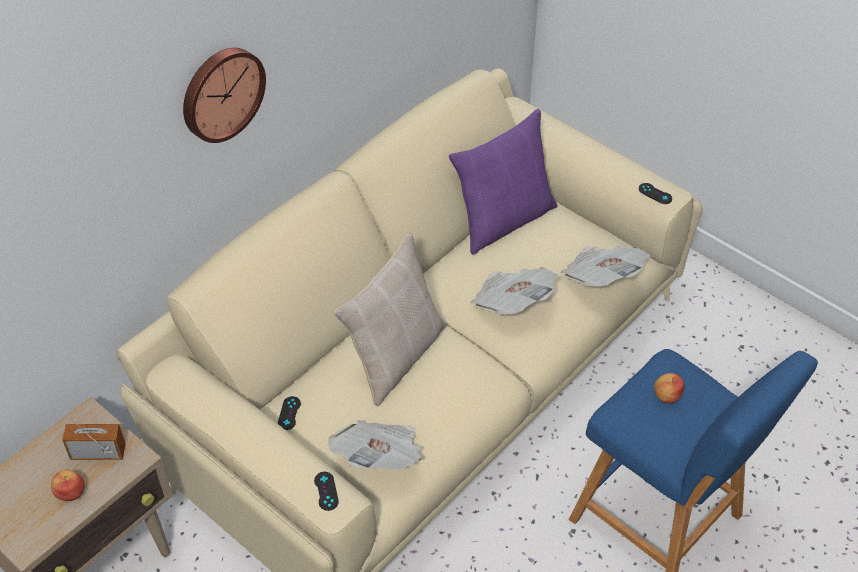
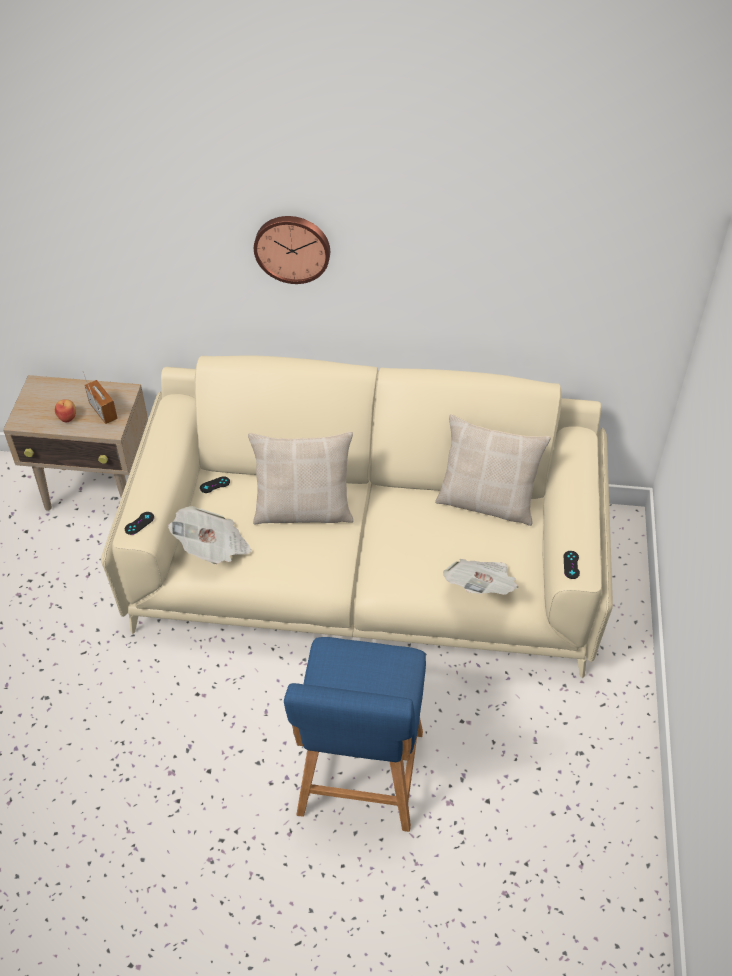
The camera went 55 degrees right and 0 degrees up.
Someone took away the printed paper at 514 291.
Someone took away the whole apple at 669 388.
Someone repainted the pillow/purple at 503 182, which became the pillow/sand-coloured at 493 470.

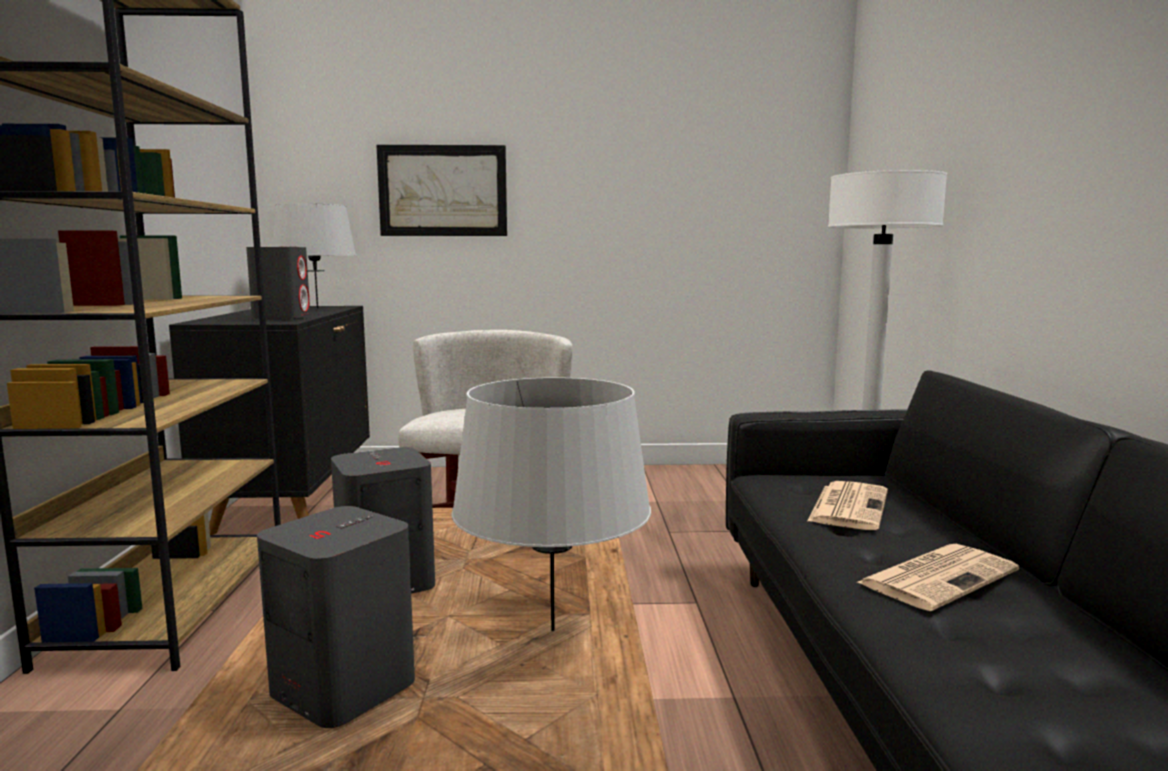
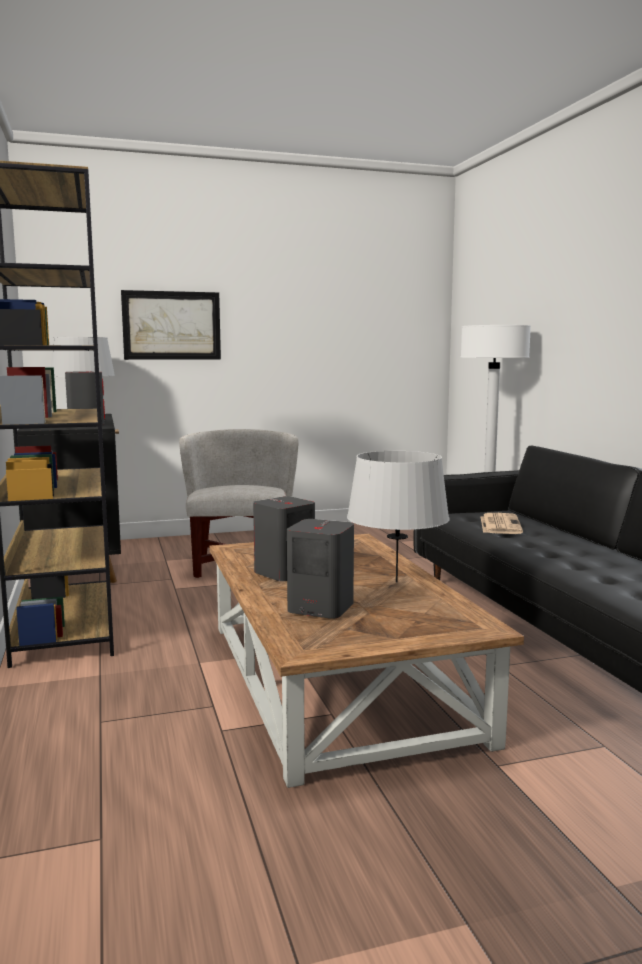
The camera went 15 degrees left and 0 degrees up.
Someone took away the printed paper at 937 577.

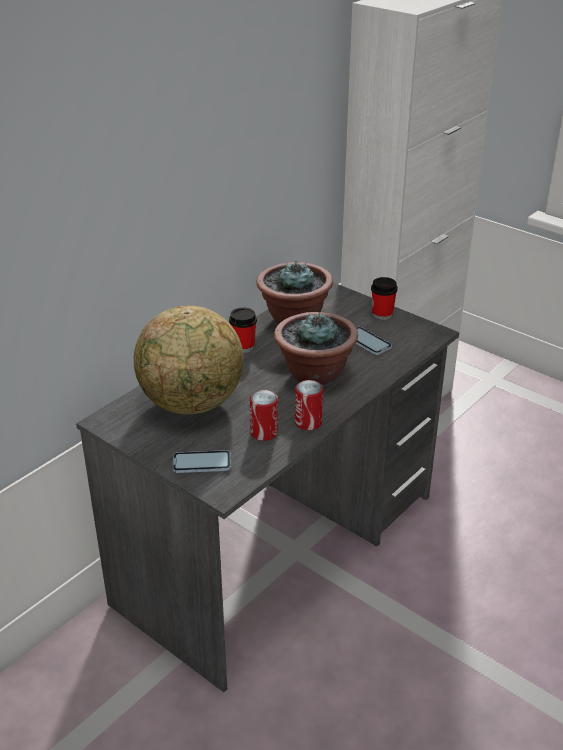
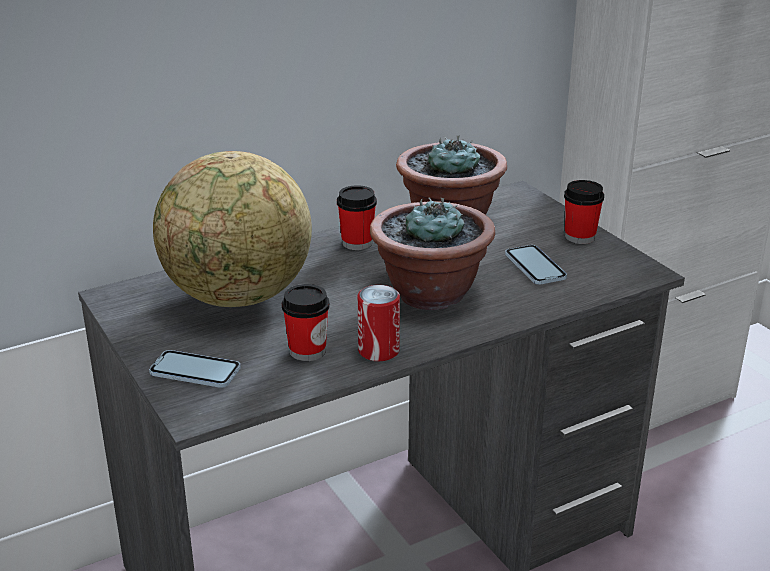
The camera went 20 degrees right and 5 degrees down.
Someone swapped the sealed can at 264 415 for the cup at 306 322.

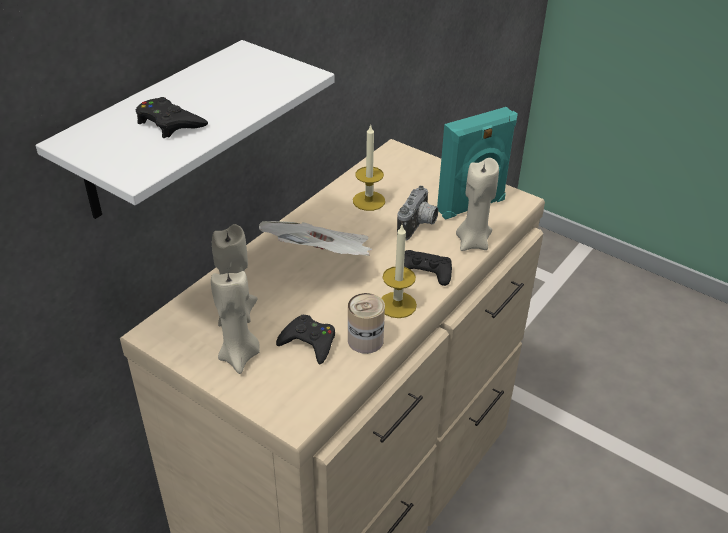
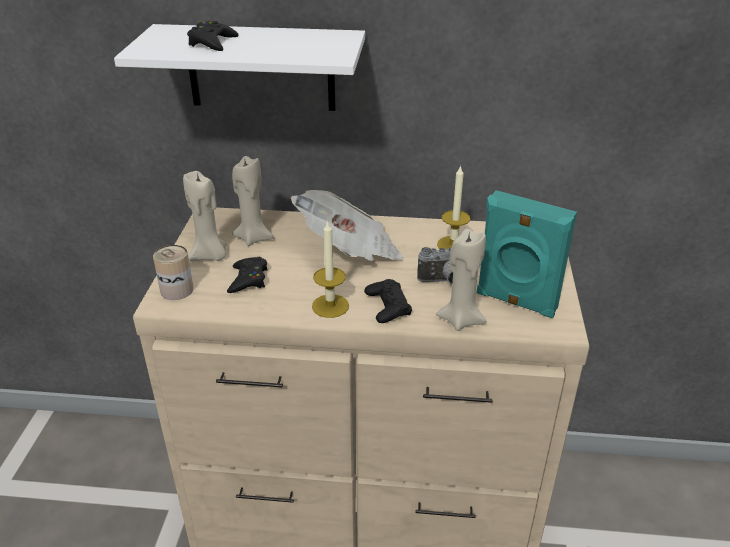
The camera went 60 degrees right and 5 degrees down.
Someone carried the sealed can from 366 323 to 173 272.

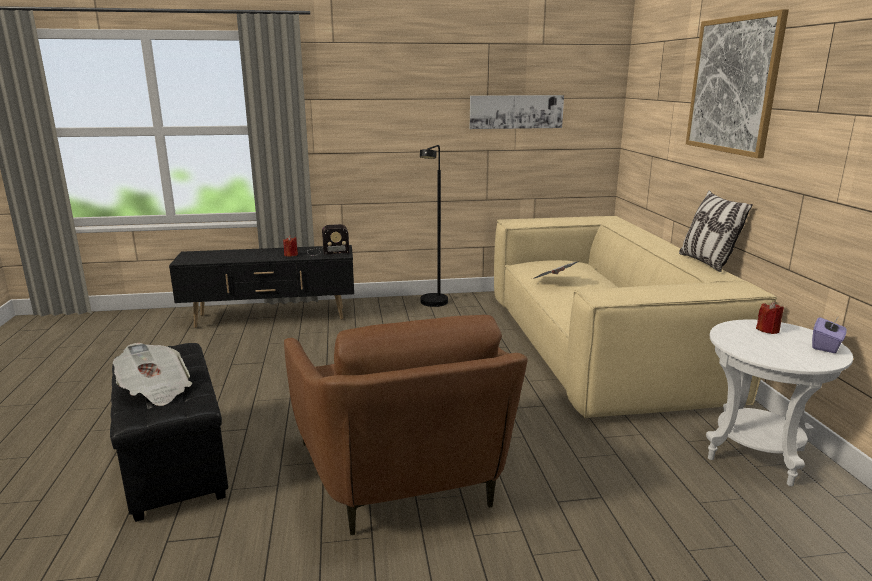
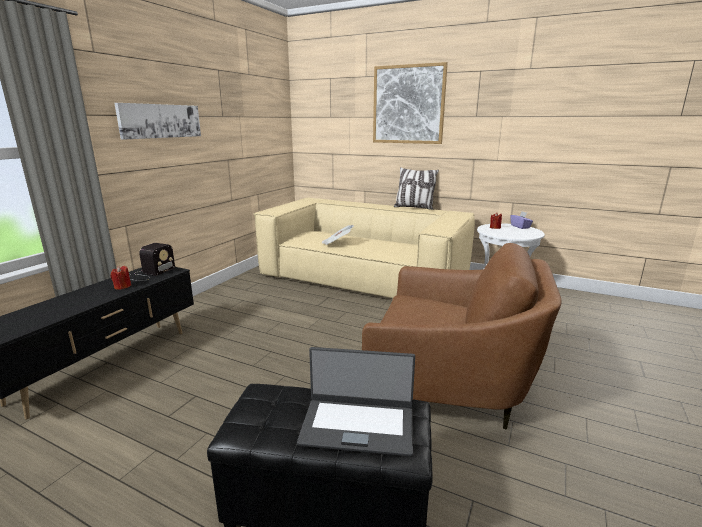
The camera went 55 degrees left and 0 degrees up.
Someone took away the standard lamp/blackish at 434 226.
Someone carried the picture from 517 112 to 157 121.
Someone swapped the printed paper at 152 374 for the laptop at 356 402.

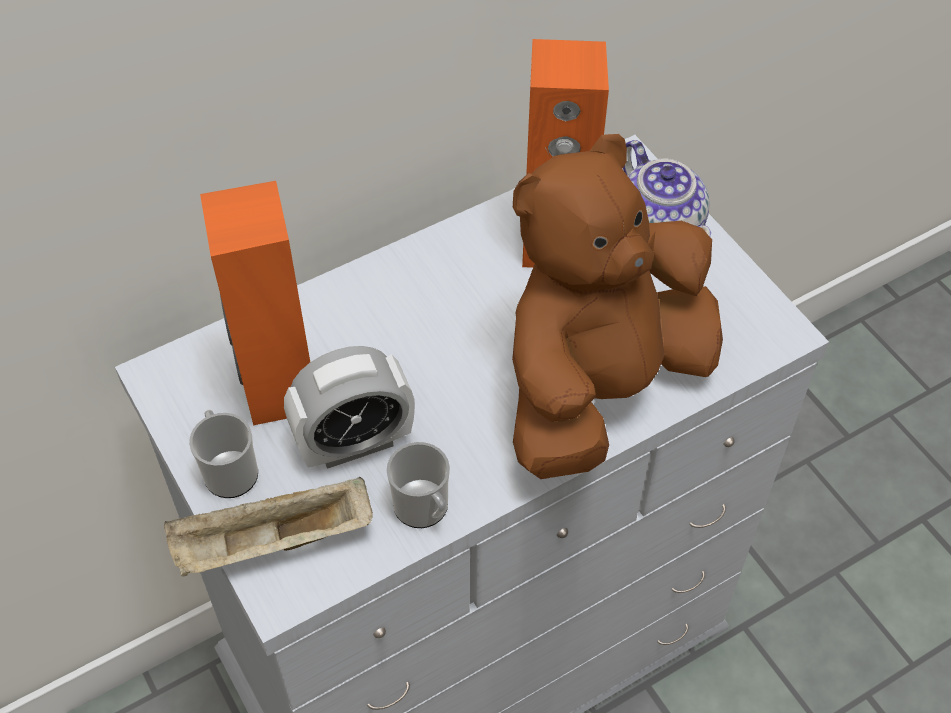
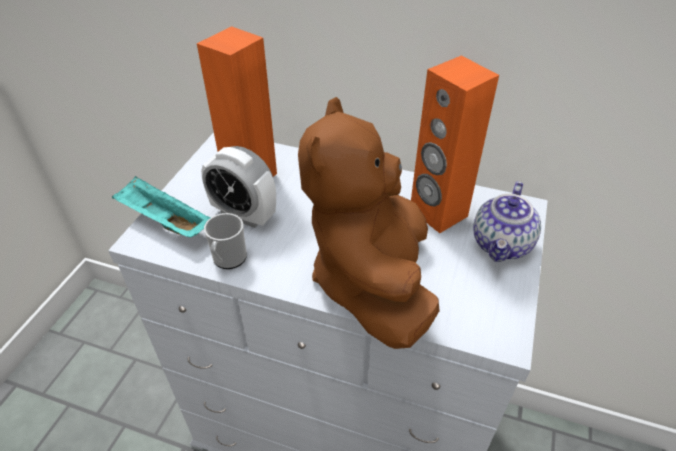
The camera went 50 degrees right and 10 degrees down.
Someone took away the coffee mug at 223 454.
Someone repainted the serving tray/sand-coloured at 268 526, which became the serving tray/turquoise at 161 206.
Someone rotated the plush toy/brownish at 617 306 by 90 degrees counterclockwise.

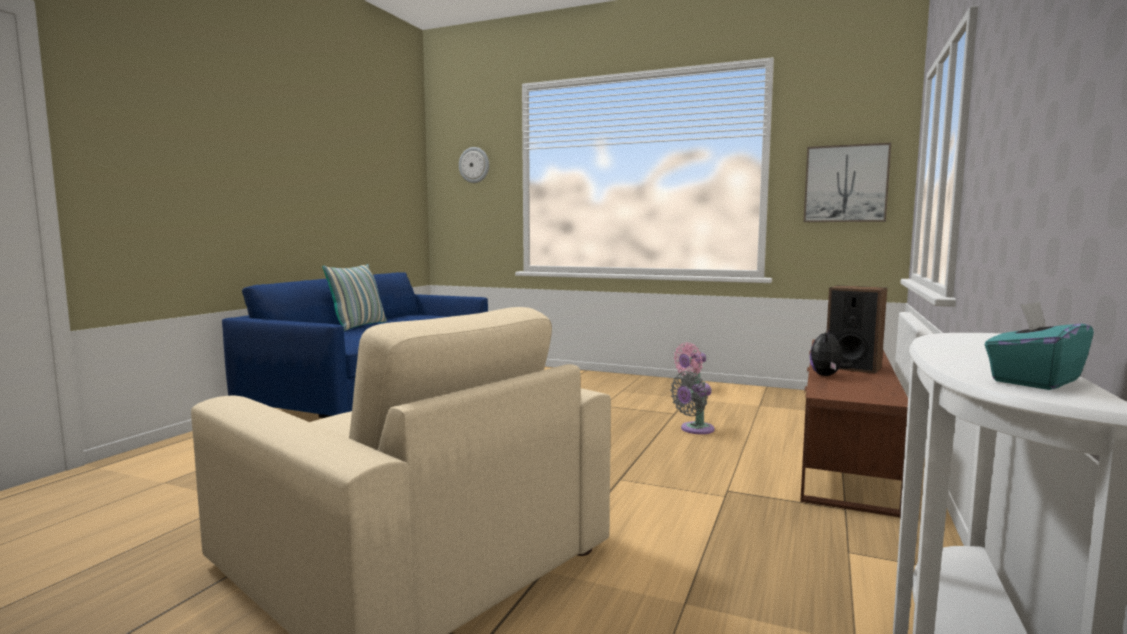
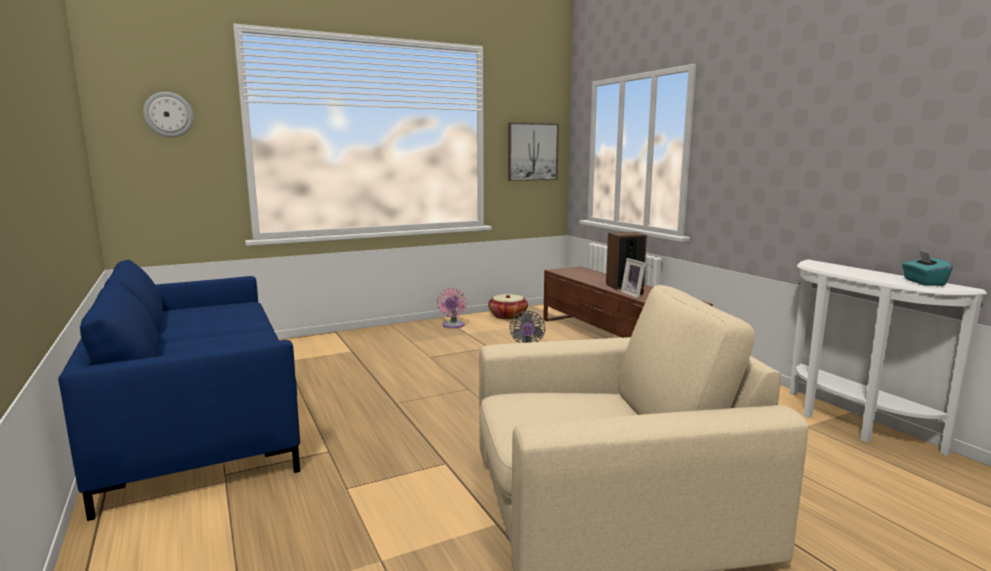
The camera went 50 degrees left and 5 degrees up.
Someone took away the pillow at 355 297.
Someone put down the basket at 508 307.
Someone swapped the plush toy at 832 353 for the photo frame at 633 278.

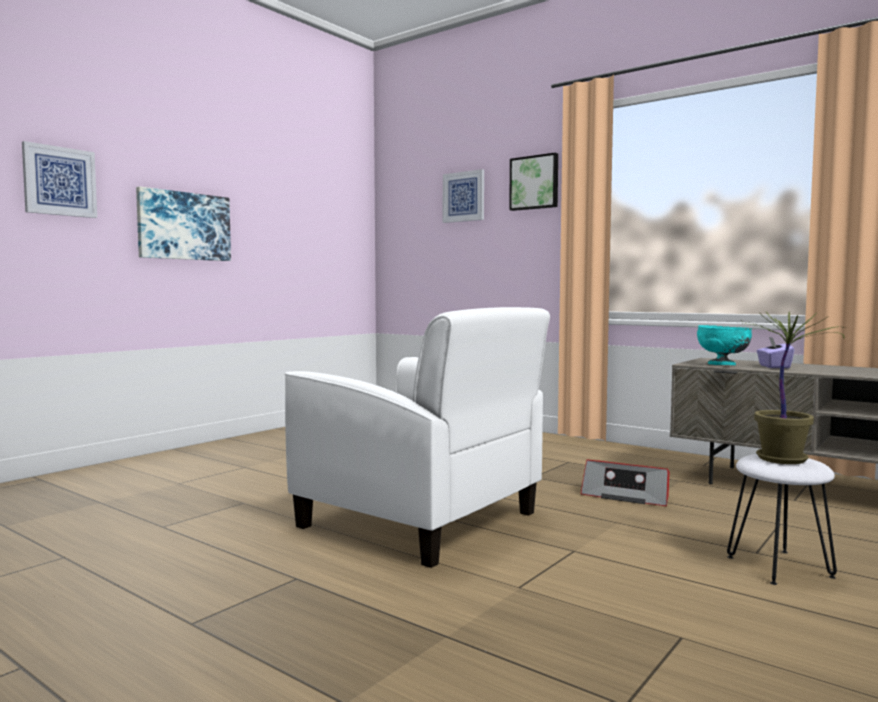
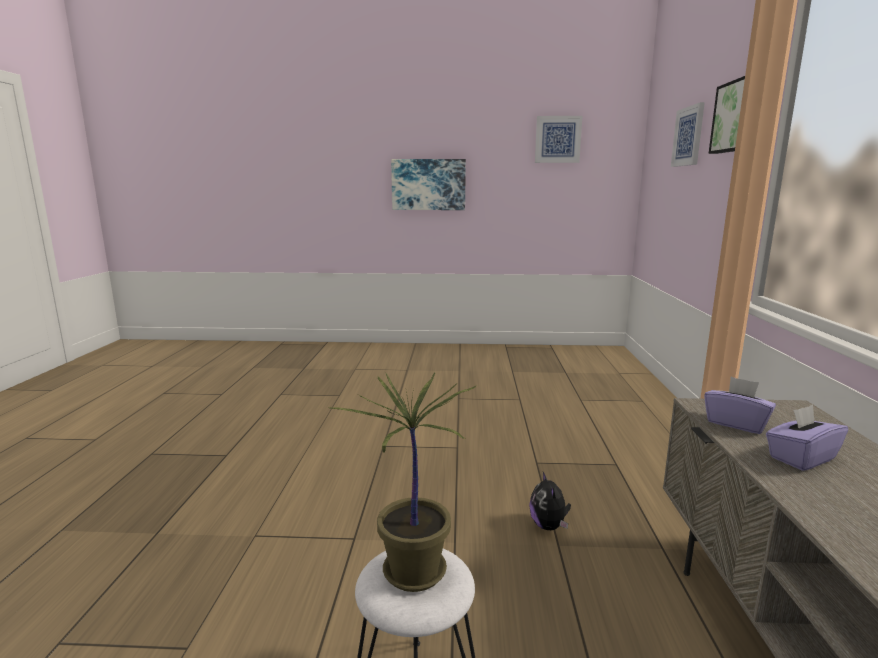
The camera went 55 degrees right and 10 degrees up.
Someone took away the lounge chair/whitish at 417 437.
Someone carried the picture from 59 179 to 558 139.
Someone swapped the radio receiver at 625 483 for the plush toy at 550 501.
Someone swapped the deep dish/turquoise at 724 345 for the box of tissues/purple at 740 405.

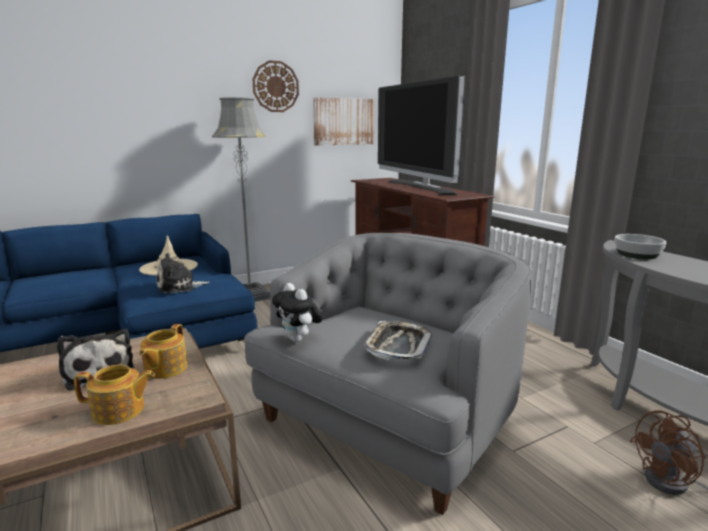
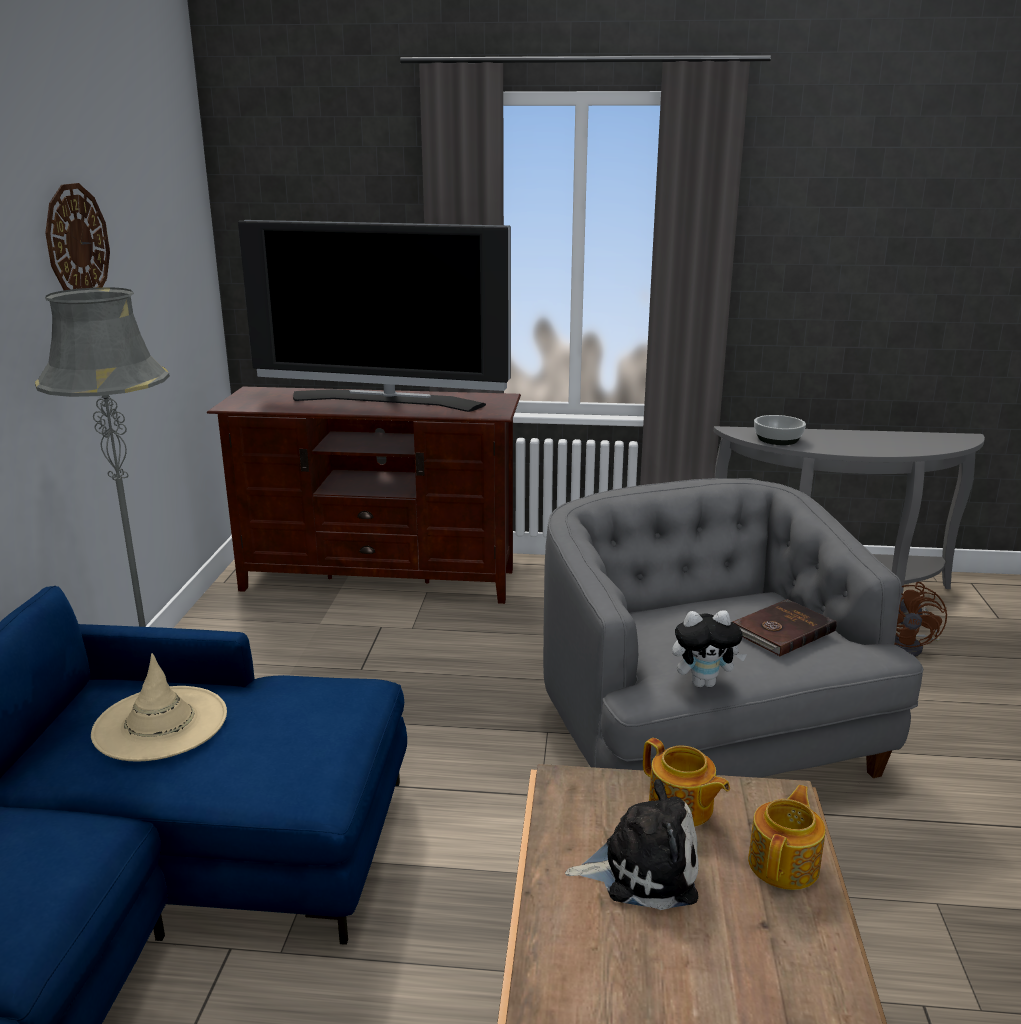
The camera went 55 degrees left and 5 degrees up.
Someone took away the plush toy at 183 273.
Someone took away the picture at 344 121.
Someone swapped the serving tray at 398 340 for the bound book/brownish at 784 627.

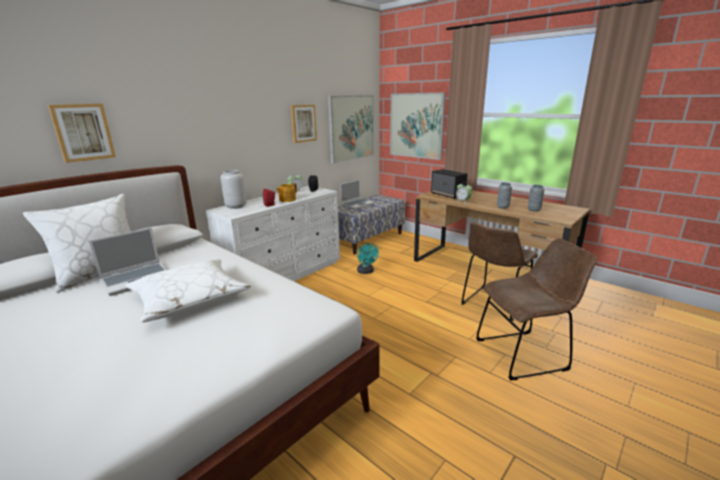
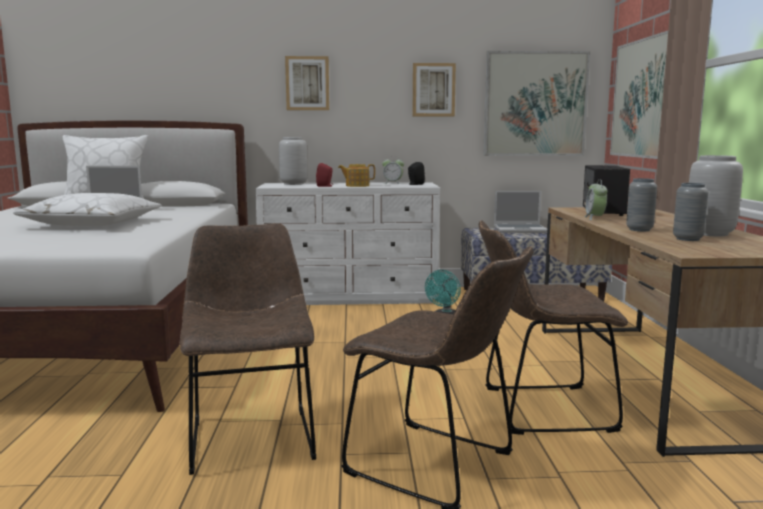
The camera went 45 degrees right and 10 degrees down.
Someone put down the plain chair/brownish at 248 349.
Someone put down the vase/greyish at 716 195.
Someone carried the picture from 82 133 to 307 83.

